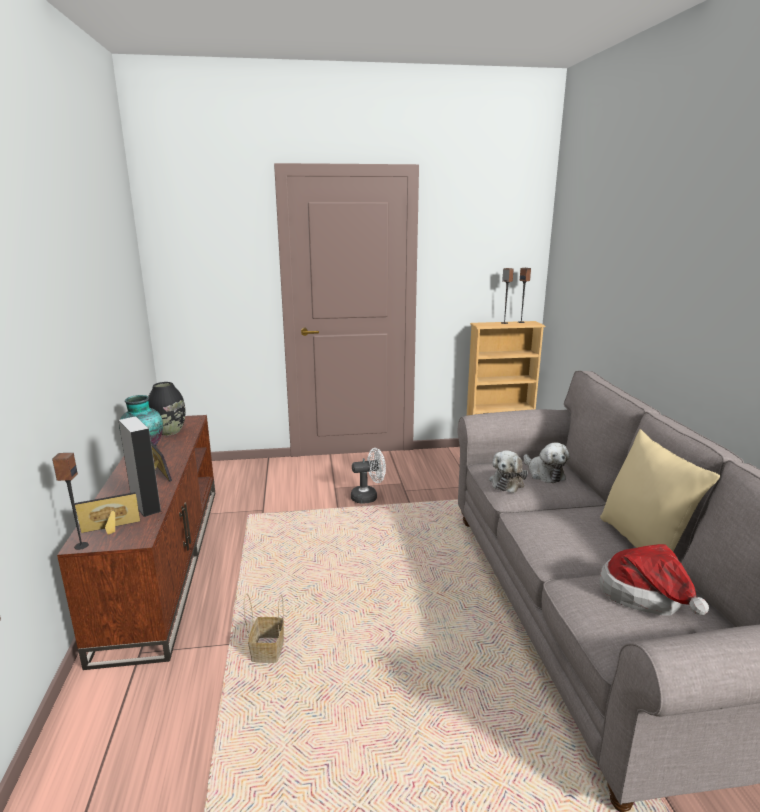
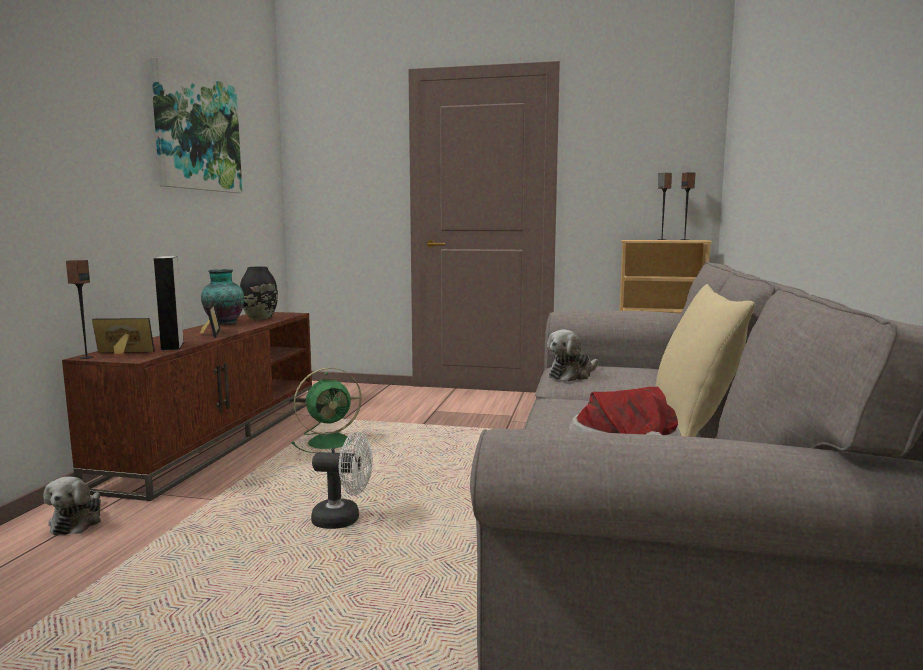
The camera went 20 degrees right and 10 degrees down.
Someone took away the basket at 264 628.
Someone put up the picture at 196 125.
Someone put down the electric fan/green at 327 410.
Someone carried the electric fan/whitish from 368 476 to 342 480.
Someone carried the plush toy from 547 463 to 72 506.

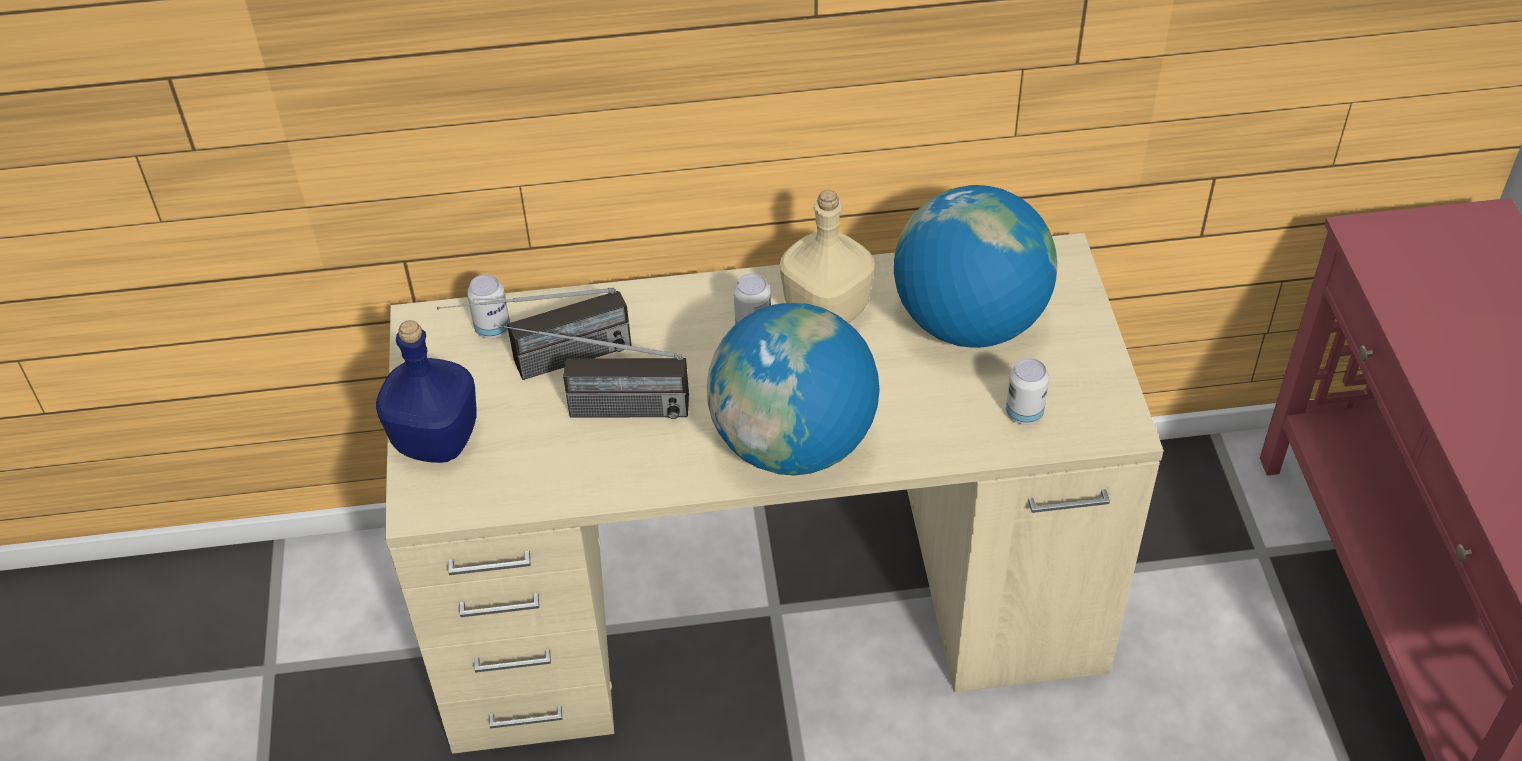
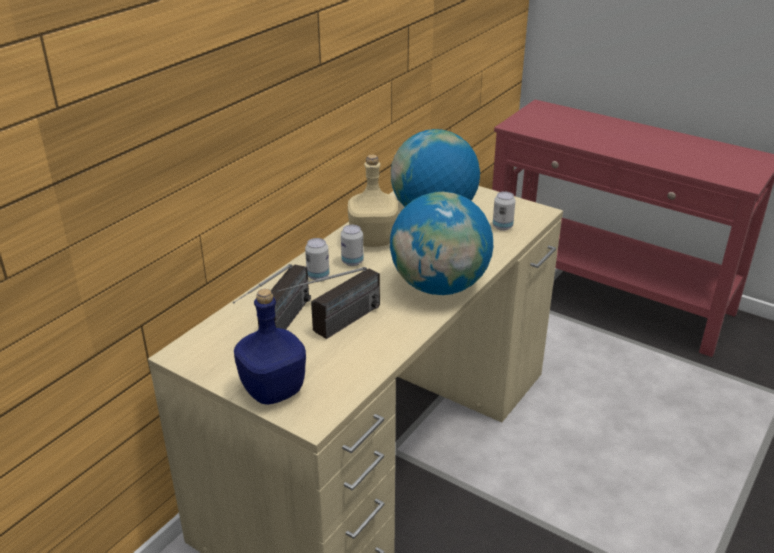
The camera went 50 degrees left and 15 degrees down.
Someone carried the sealed can from 488 306 to 317 259.

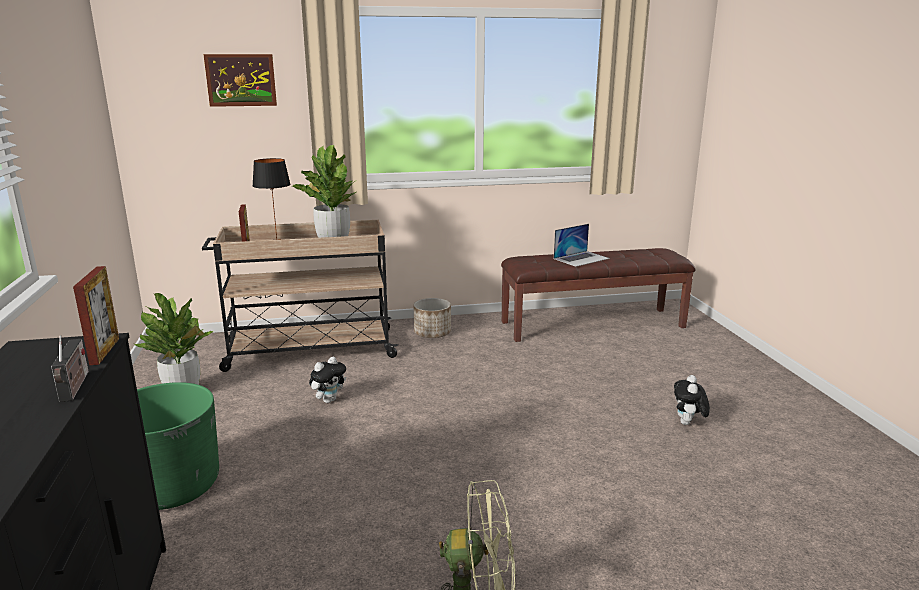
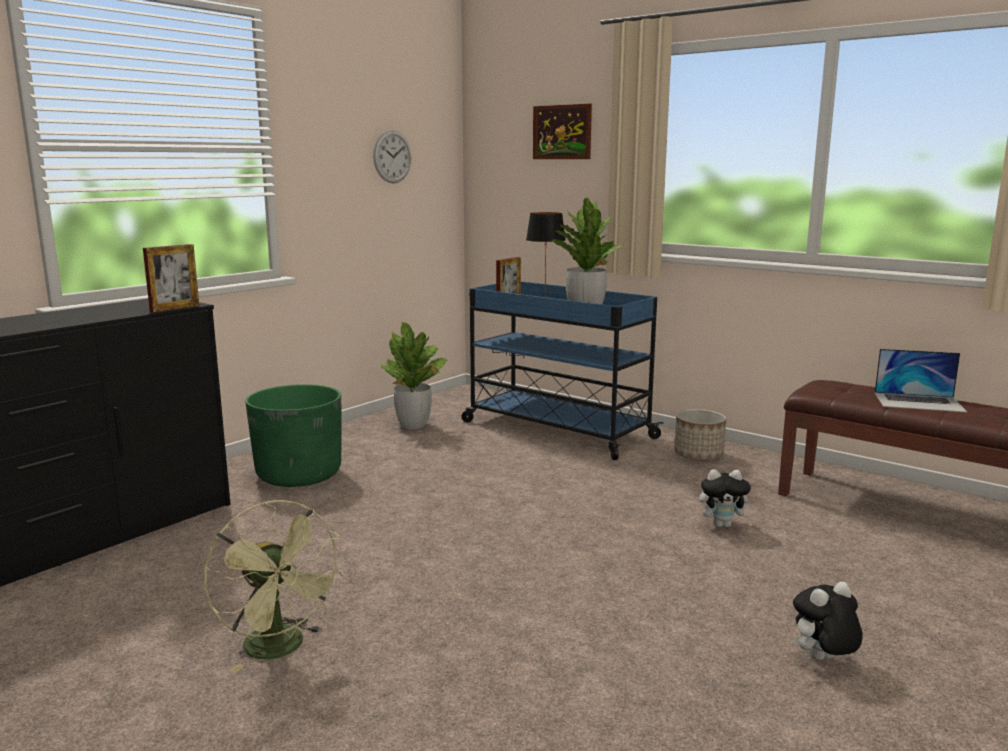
The camera went 50 degrees right and 5 degrees down.
Someone took away the radio receiver at 70 369.
Someone put up the clock on the wall at 392 156.
Someone carried the plush toy from 328 380 to 726 498.
Someone repainted the trolley/sand-coloured at 300 296, which became the trolley/blue at 563 370.

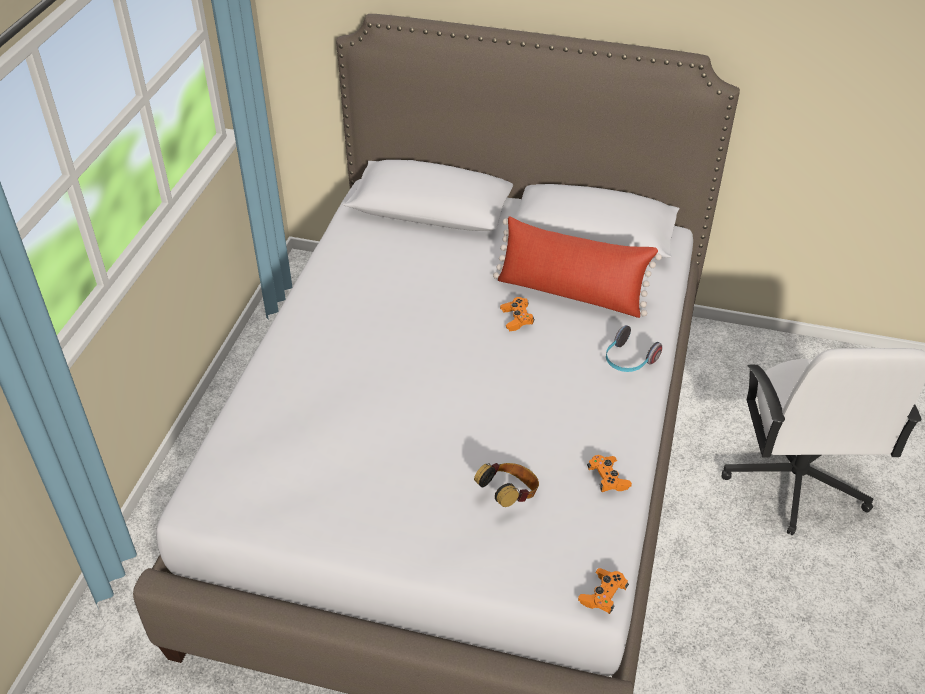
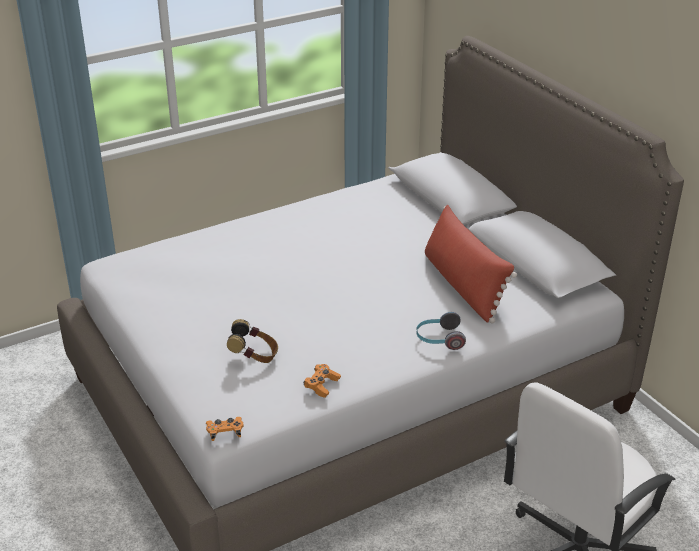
The camera went 45 degrees right and 10 degrees down.
Someone took away the joypad/orange-coloured at 517 314.

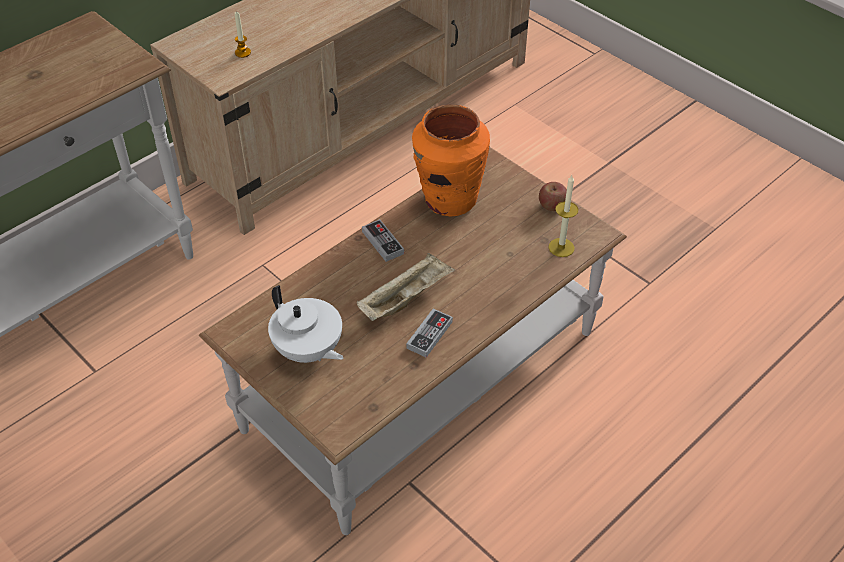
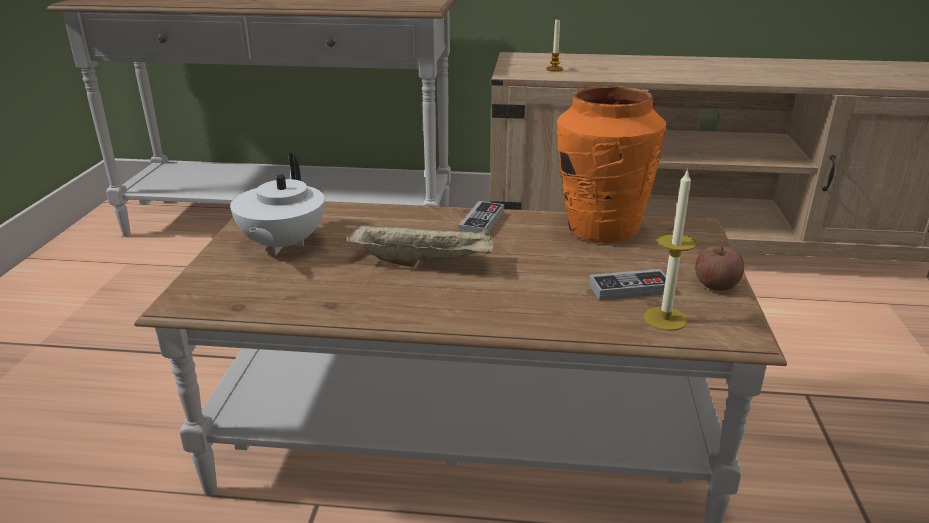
The camera went 50 degrees right and 20 degrees down.
Someone carried the joypad from 429 333 to 627 284.

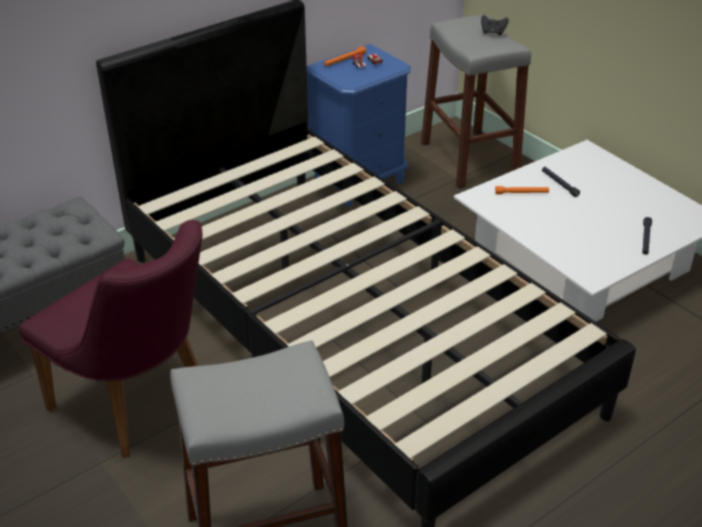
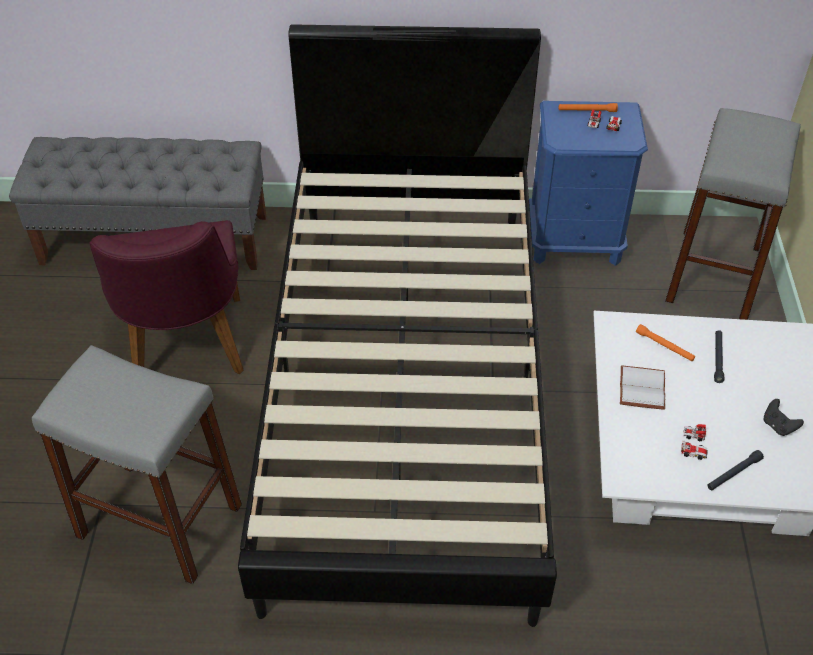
The camera went 40 degrees right and 10 degrees up.
Someone put down the bound book/whitish at 642 387.
Someone put down the miniature car at 694 442.
Someone carried the joypad/blackish from 495 25 to 784 417.

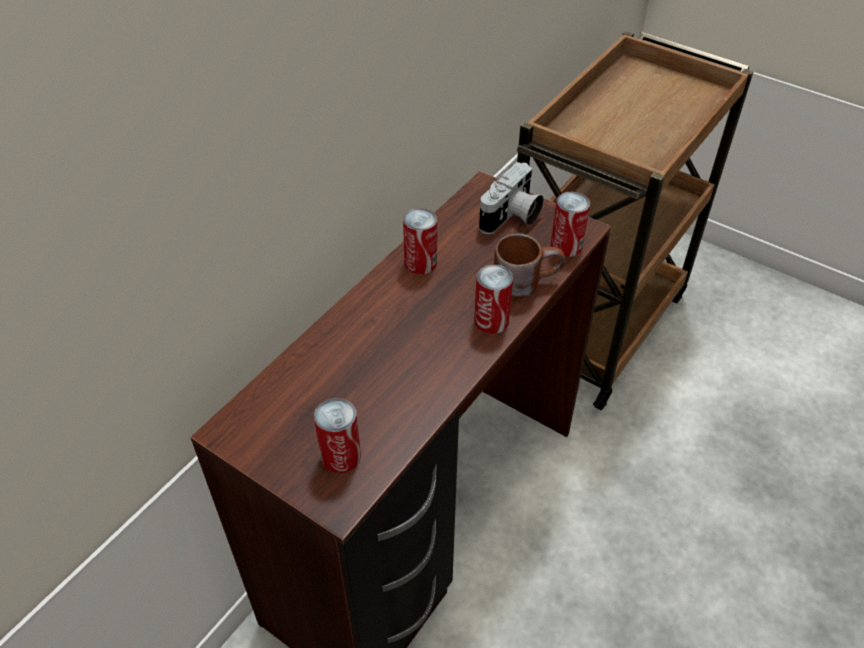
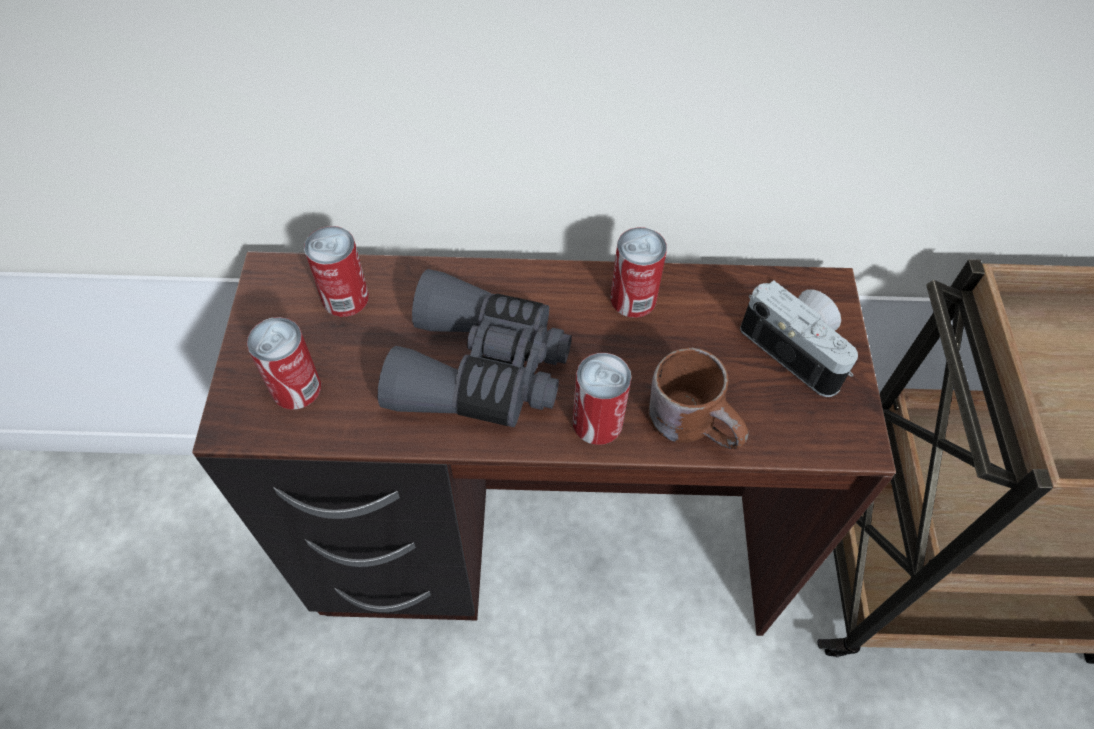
The camera went 55 degrees right and 10 degrees up.
Someone put down the binoculars/greyish at 475 348.
Someone carried the sealed can from 570 224 to 336 271.
Someone rotated the still camera at 511 198 by 135 degrees counterclockwise.

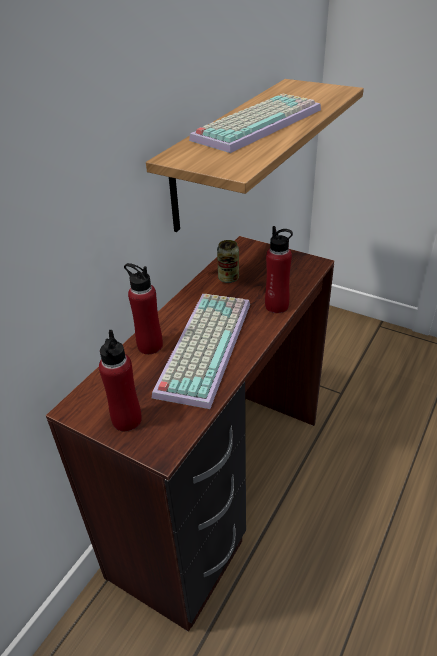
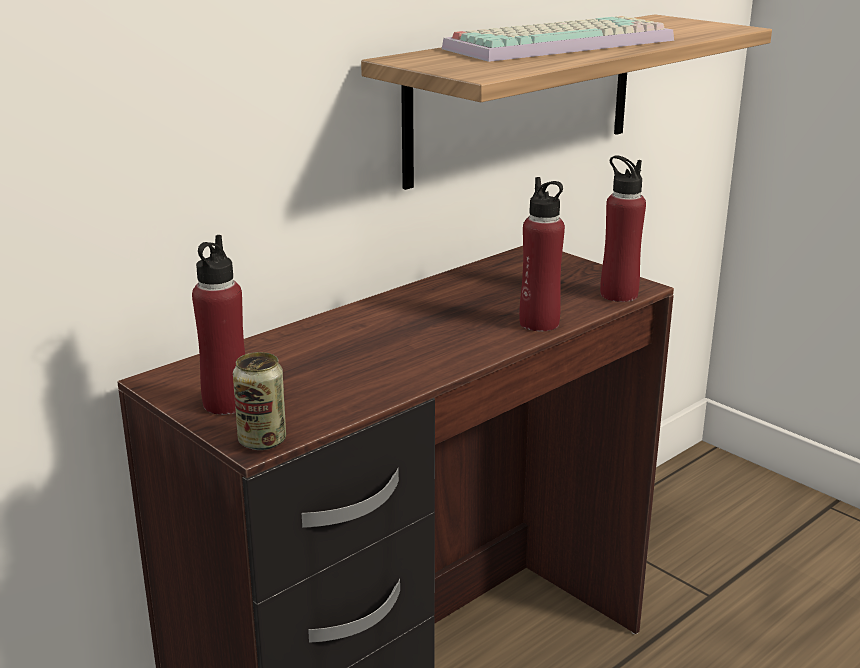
The camera went 15 degrees right and 15 degrees down.
Someone took away the PC keyboard at 201 351.
Someone carried the beverage bottle/red from 143 308 to 623 228.
Someone carried the sealed can from 228 261 to 259 401.

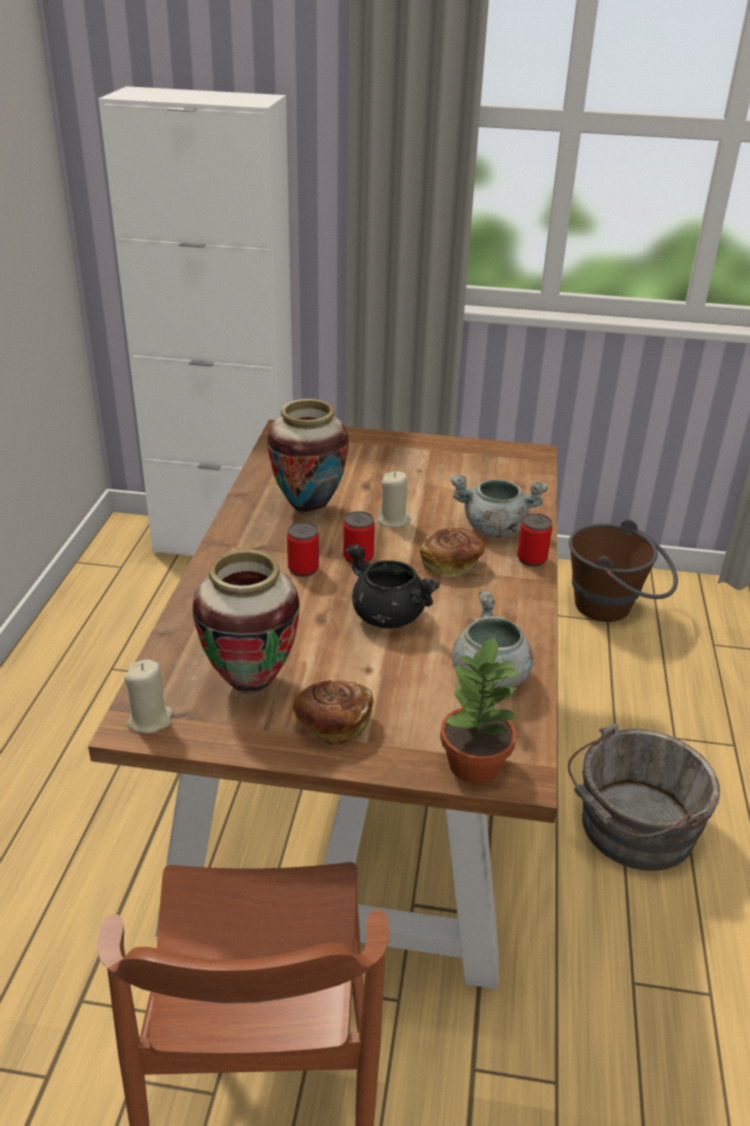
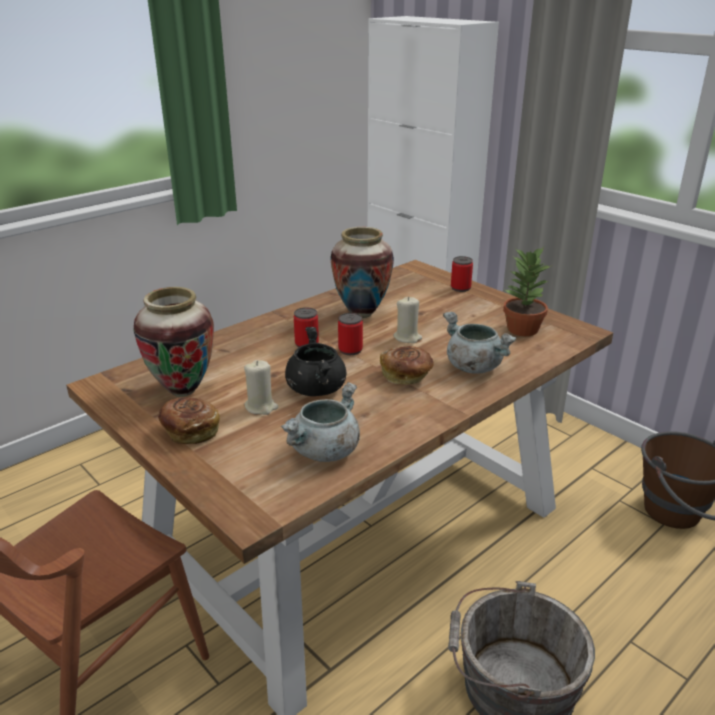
The camera went 40 degrees right and 5 degrees down.
Someone carried the wax light/sand-coloured from 148 696 to 261 387.
Someone carried the potted plant from 480 709 to 527 291.
Someone carried the sealed can from 534 540 to 462 274.

